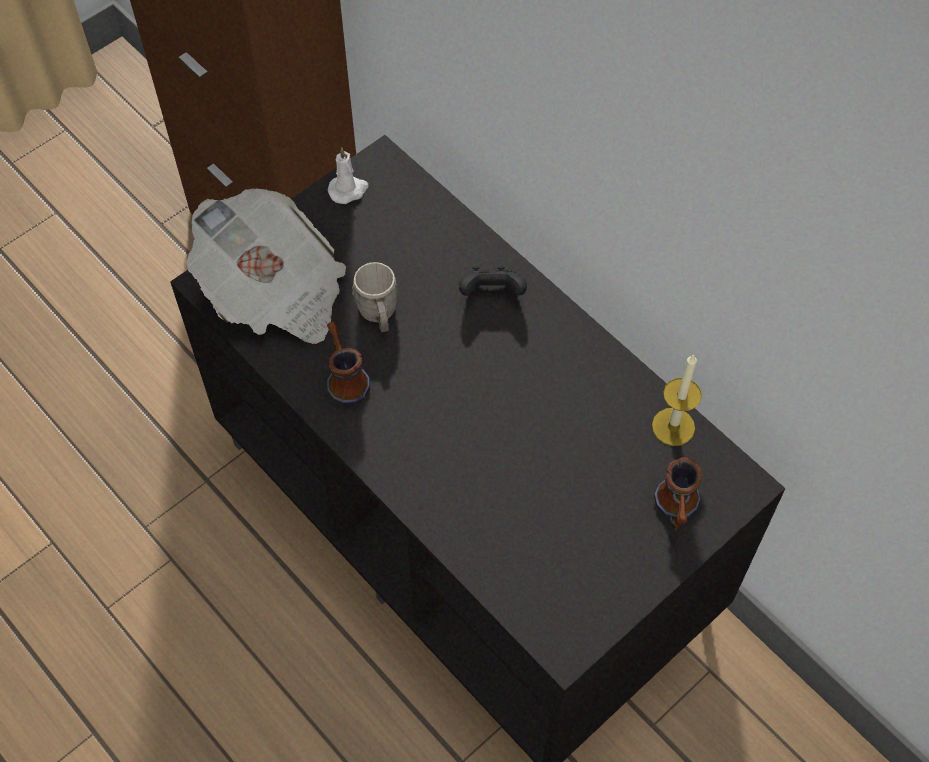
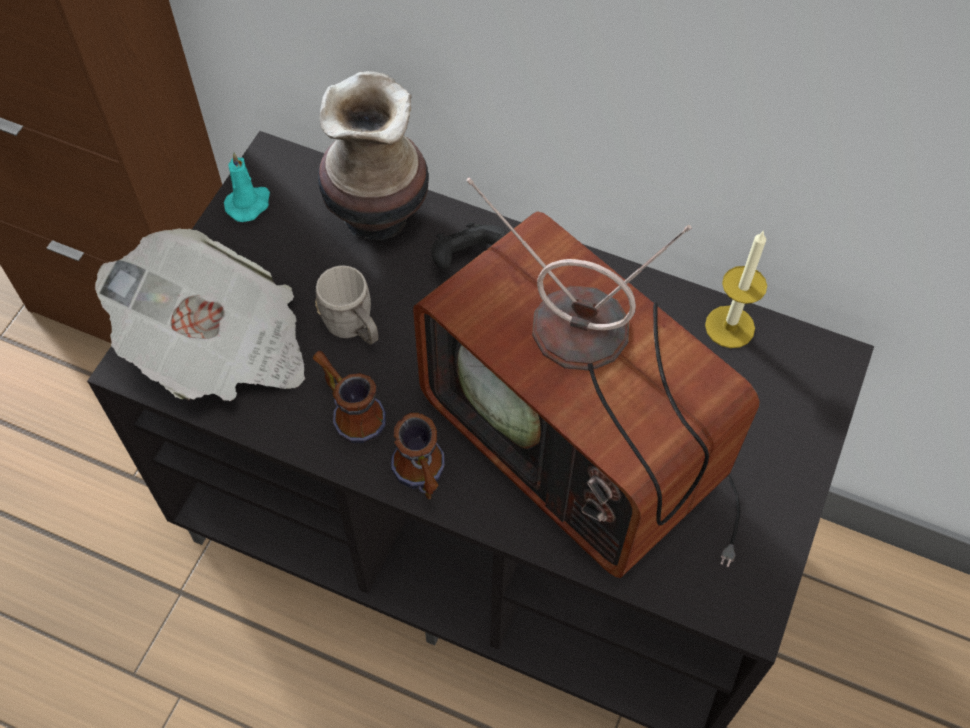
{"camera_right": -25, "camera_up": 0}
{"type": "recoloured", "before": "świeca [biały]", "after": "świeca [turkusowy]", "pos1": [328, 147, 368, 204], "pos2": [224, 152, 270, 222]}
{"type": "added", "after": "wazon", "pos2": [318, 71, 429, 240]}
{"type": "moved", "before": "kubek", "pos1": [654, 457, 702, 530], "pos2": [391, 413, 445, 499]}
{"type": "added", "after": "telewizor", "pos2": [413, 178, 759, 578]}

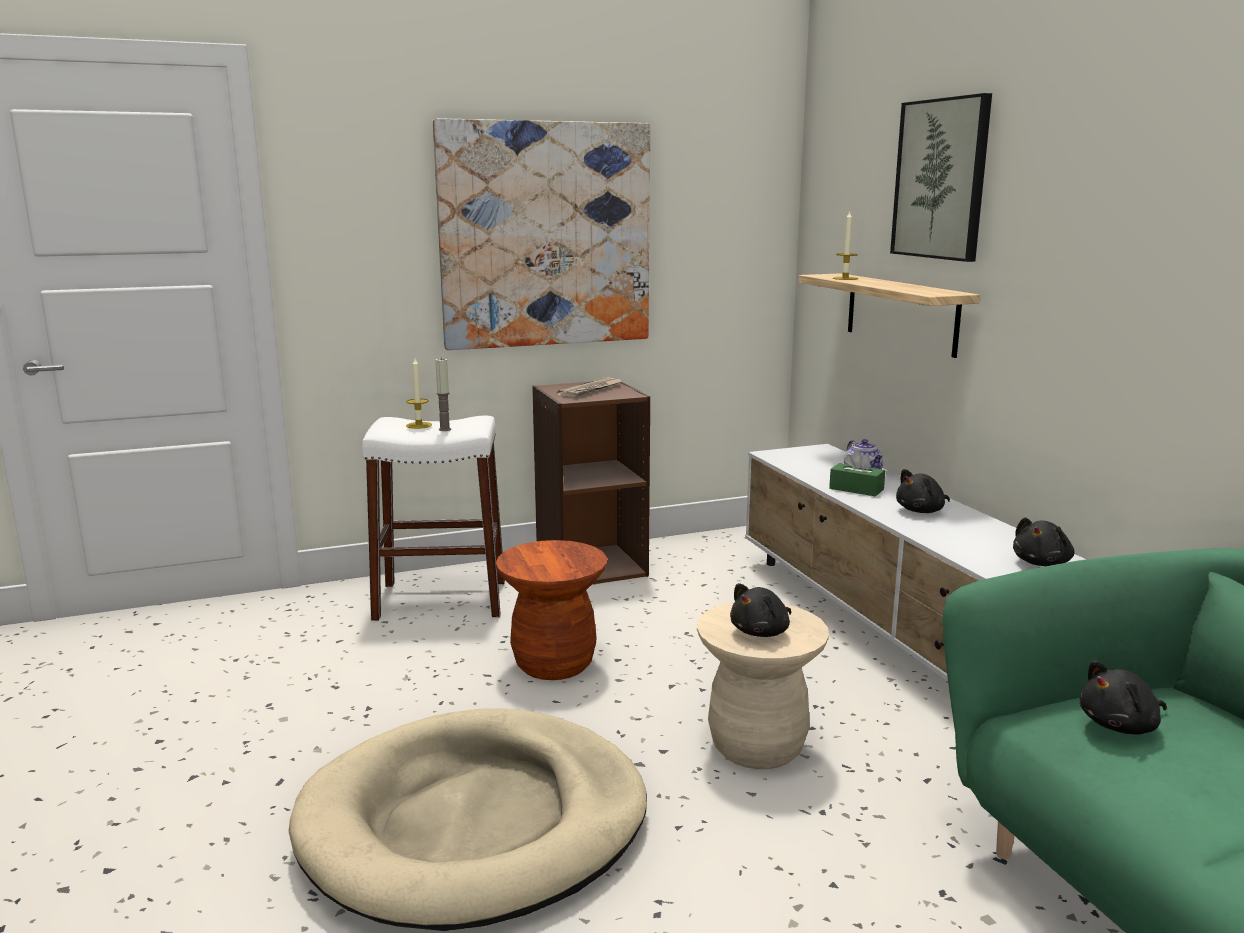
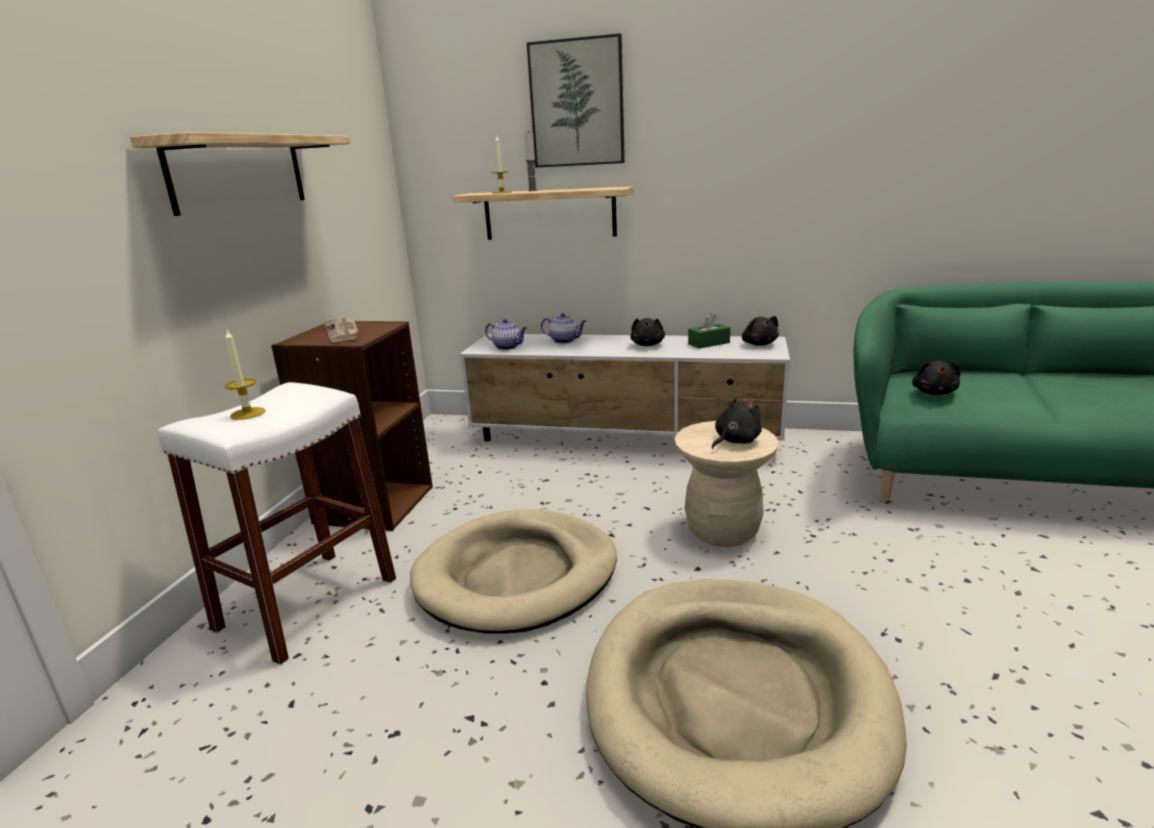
{"camera_right": -55, "camera_up": 5}
{"type": "replaced", "before": "obraz", "after": "półka", "pos1": [433, 118, 650, 350], "pos2": [130, 132, 350, 216]}
{"type": "replaced", "before": "stołek [brązowy]", "after": "legowisko [beżowy]", "pos1": [496, 540, 607, 680], "pos2": [410, 509, 617, 634]}
{"type": "added", "after": "imbryk", "pos2": [485, 319, 527, 350]}
{"type": "moved", "before": "świeca", "pos1": [435, 358, 451, 431], "pos2": [524, 131, 537, 191]}
{"type": "moved", "before": "pudełko chusteczek [zielony]", "pos1": [829, 450, 886, 496], "pos2": [688, 313, 730, 349]}
{"type": "turned", "before": "pluszak [czarny]", "pos1": [730, 583, 791, 637], "pos2": [712, 398, 762, 449], "turn": -120}

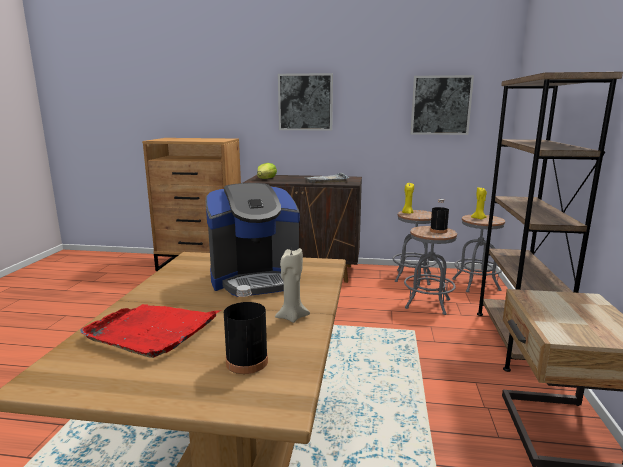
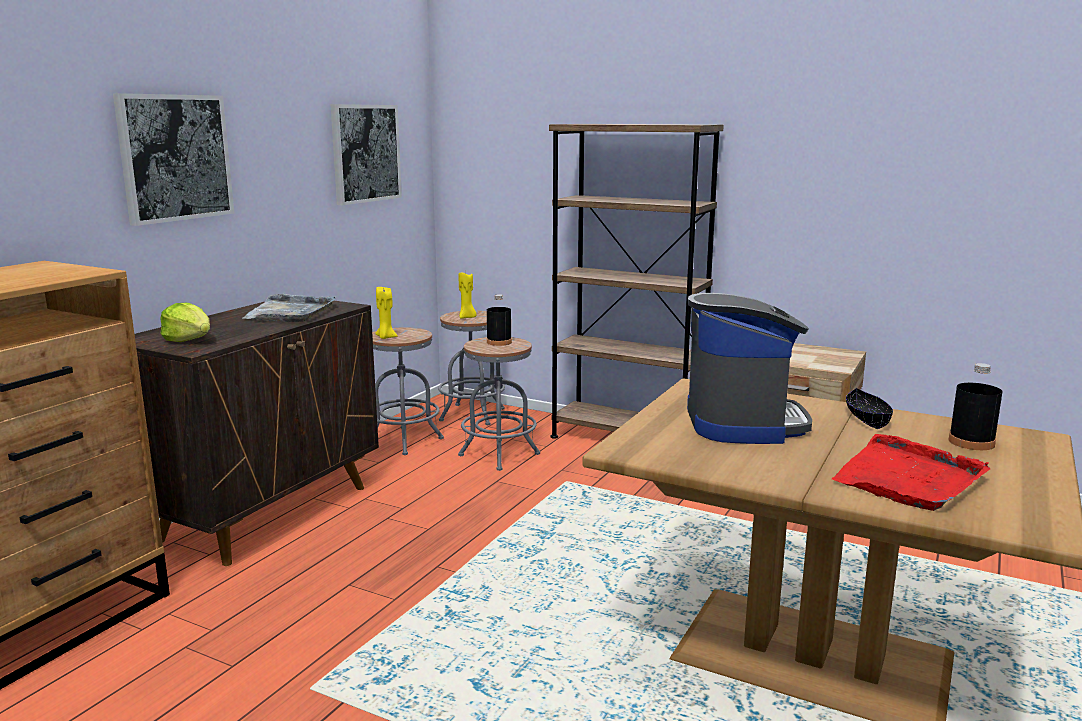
{"camera_right": -70, "camera_up": 0}
{"type": "replaced", "before": "świeca [beżowy]", "after": "miska [czarny]", "pos1": [275, 248, 310, 323], "pos2": [846, 388, 893, 429]}

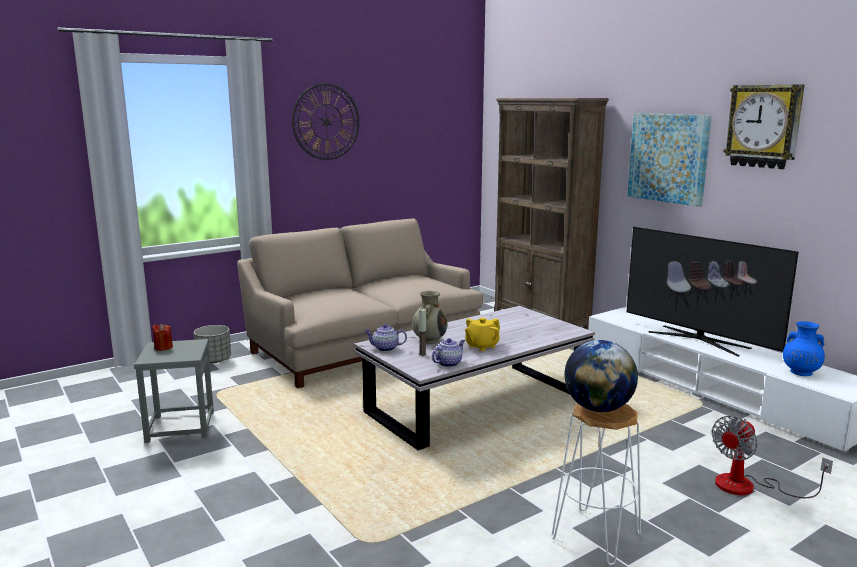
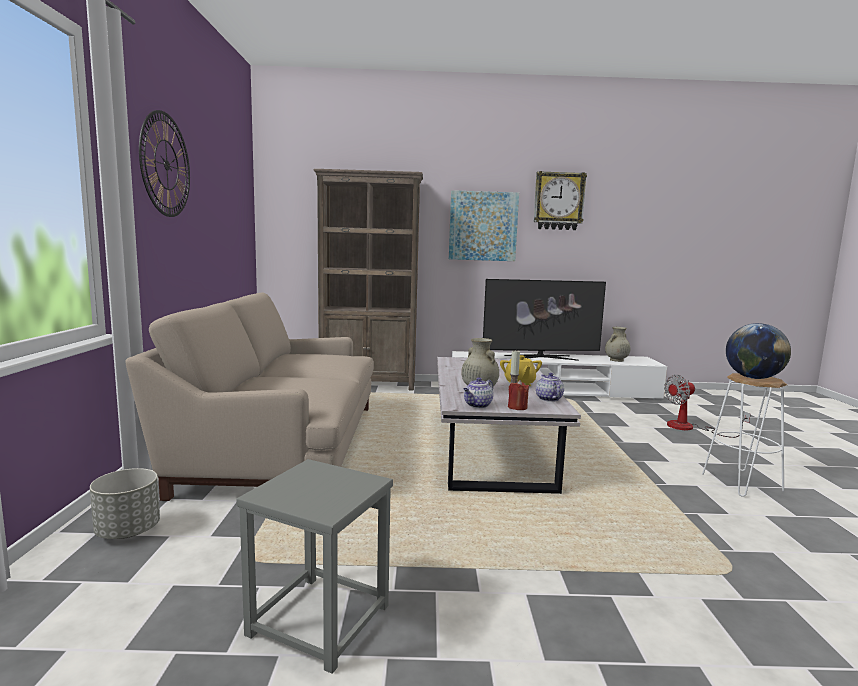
{"camera_right": -55, "camera_up": -5}
{"type": "moved", "before": "świeca [czerwony]", "pos1": [152, 324, 173, 351], "pos2": [508, 380, 529, 410]}
{"type": "recoloured", "before": "wazon [niebieski]", "after": "wazon [beżowy]", "pos1": [783, 321, 825, 376], "pos2": [605, 327, 631, 362]}
{"type": "turned", "before": "wentylator", "pos1": [712, 416, 833, 498], "pos2": [664, 375, 750, 438], "turn": 75}

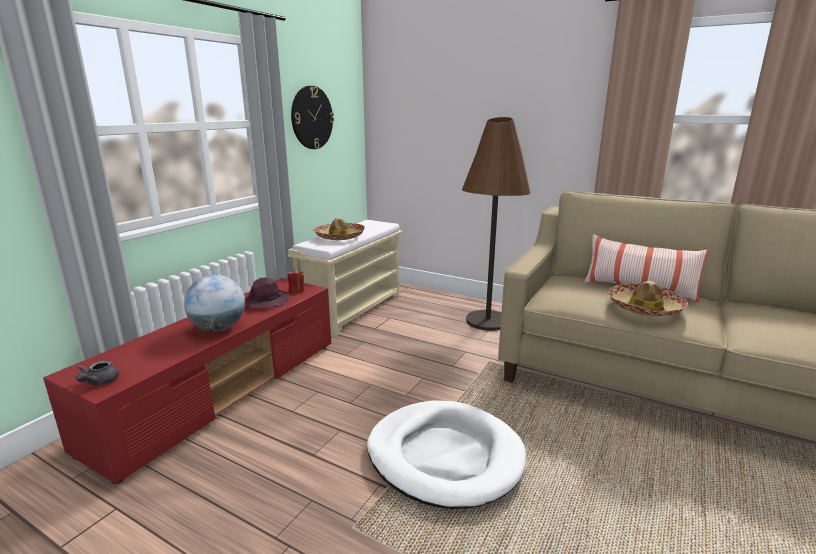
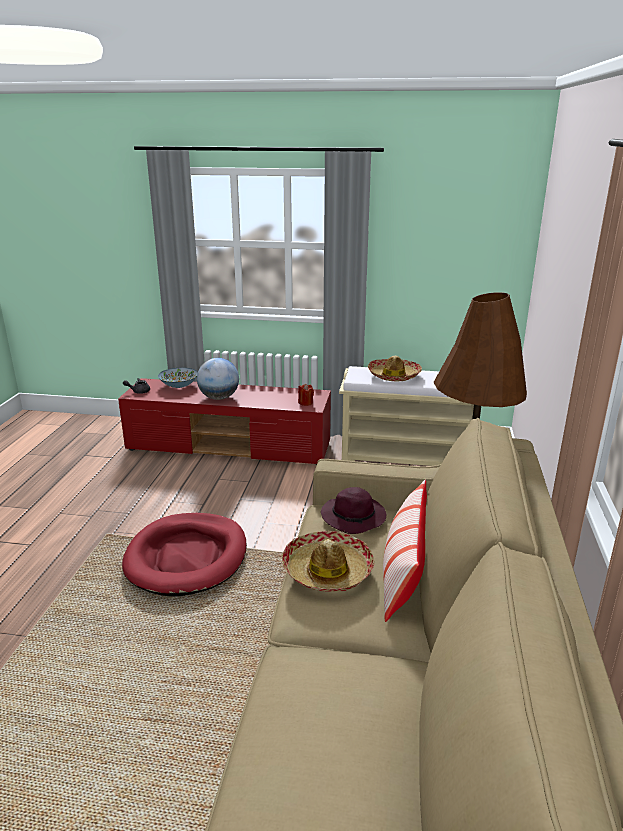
{"camera_right": 70, "camera_up": 5}
{"type": "recoloured", "before": "legowisko [biały]", "after": "legowisko [czerwony]", "pos1": [367, 400, 526, 509], "pos2": [122, 513, 247, 597]}
{"type": "added", "after": "miska", "pos2": [158, 368, 198, 388]}
{"type": "moved", "before": "kapelusz [fioletowy]", "pos1": [245, 278, 290, 308], "pos2": [321, 487, 386, 534]}
{"type": "removed", "before": "zegar ścienny", "pos1": [291, 86, 334, 149]}

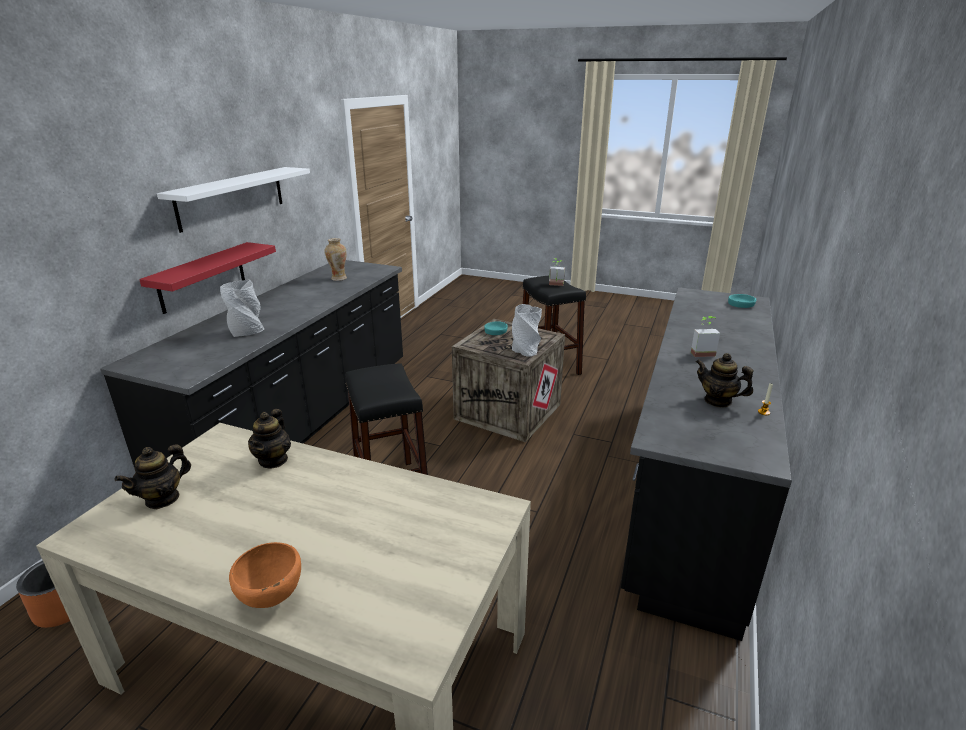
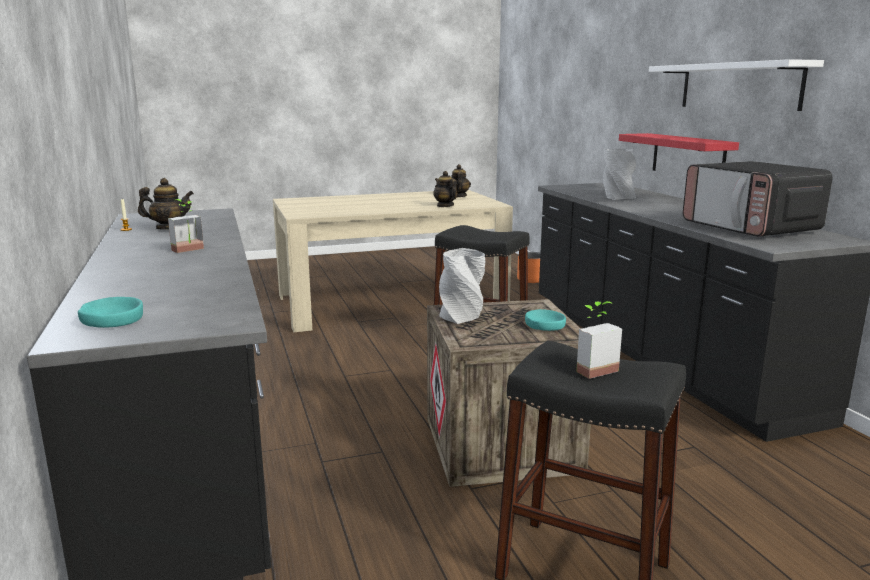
{"camera_right": 140, "camera_up": -10}
{"type": "replaced", "before": "wazon", "after": "mikrofalówka", "pos1": [324, 238, 347, 281], "pos2": [683, 161, 833, 237]}
{"type": "removed", "before": "miska [pomarańczowy]", "pos1": [229, 542, 301, 608]}

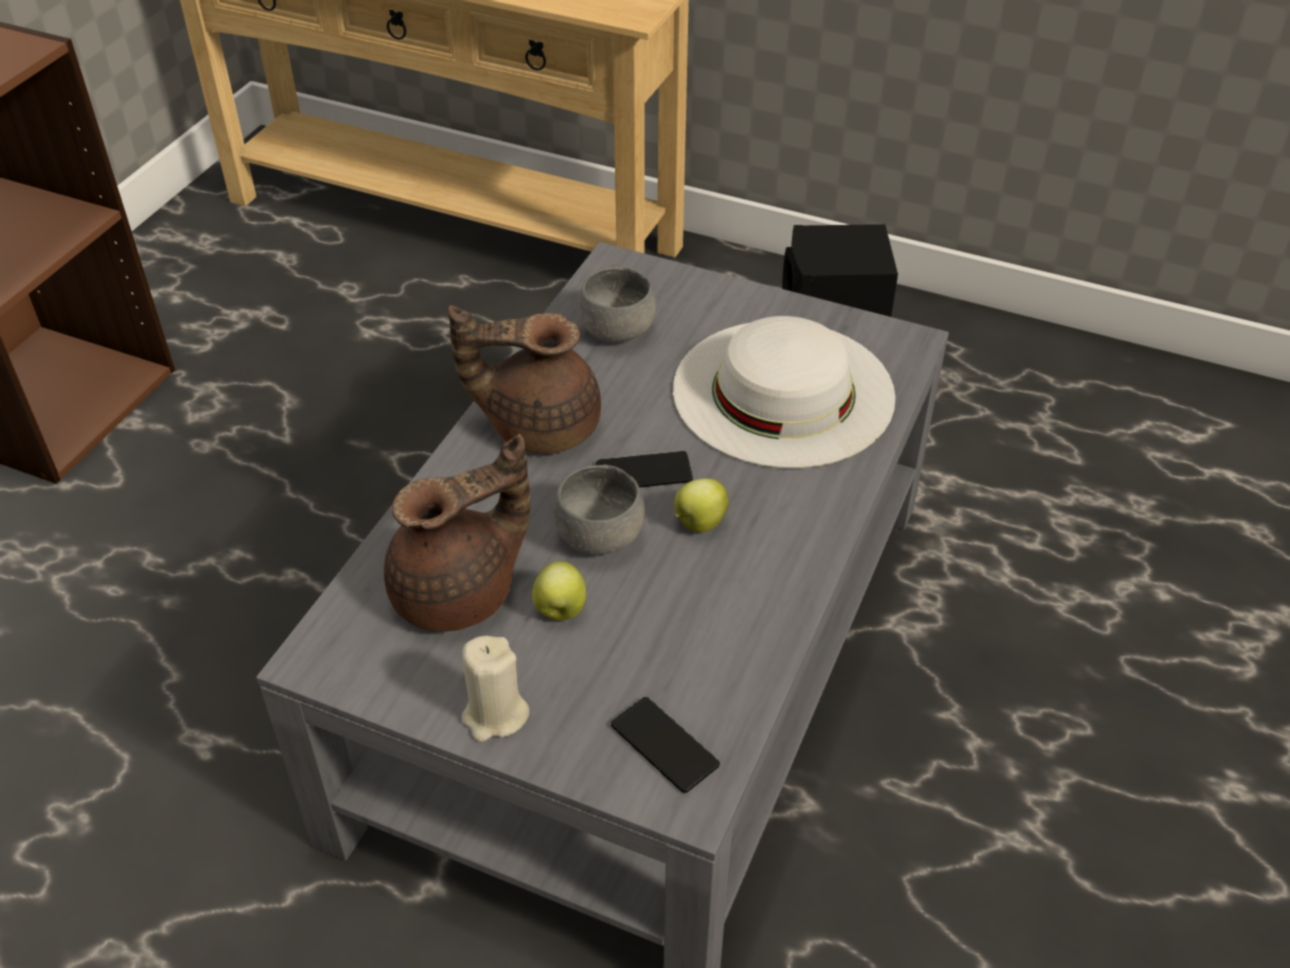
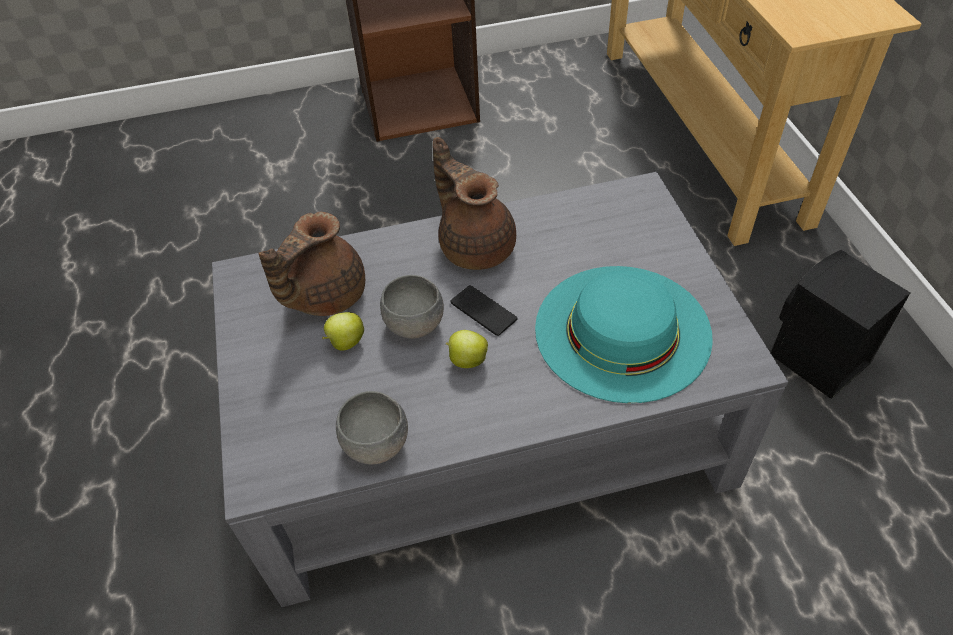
{"camera_right": 55, "camera_up": 5}
{"type": "turned", "before": "imbryk [brązowy]", "pos1": [384, 434, 531, 632], "pos2": [258, 212, 365, 316], "turn": 105}
{"type": "moved", "before": "miska [szary]", "pos1": [578, 266, 656, 342], "pos2": [336, 391, 408, 465]}
{"type": "recoloured", "before": "kapelusz [biały]", "after": "kapelusz [turkusowy]", "pos1": [673, 316, 895, 468], "pos2": [535, 266, 713, 403]}
{"type": "removed", "before": "świeca [beżowy]", "pos1": [461, 636, 529, 742]}
{"type": "removed", "before": "telefon", "pos1": [611, 697, 720, 793]}

